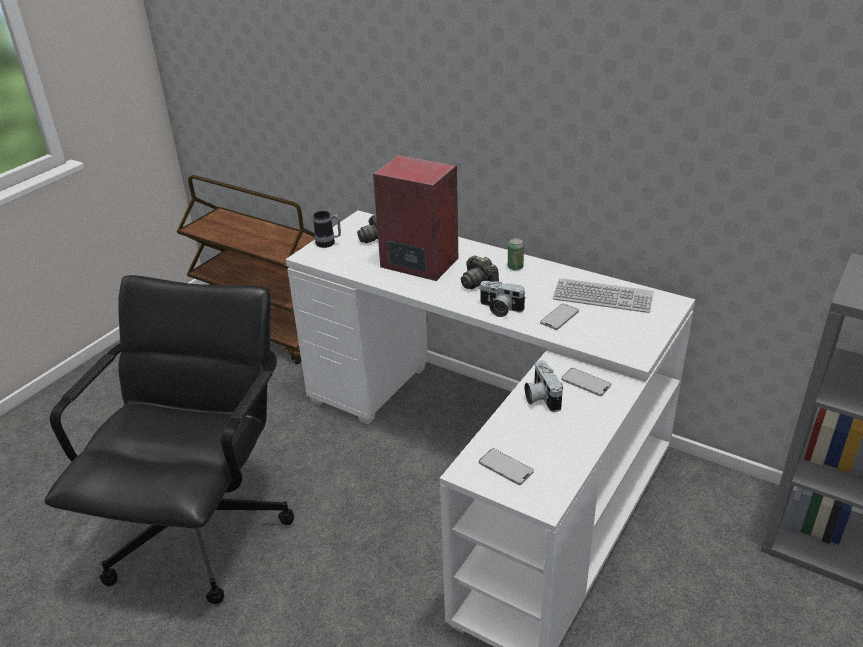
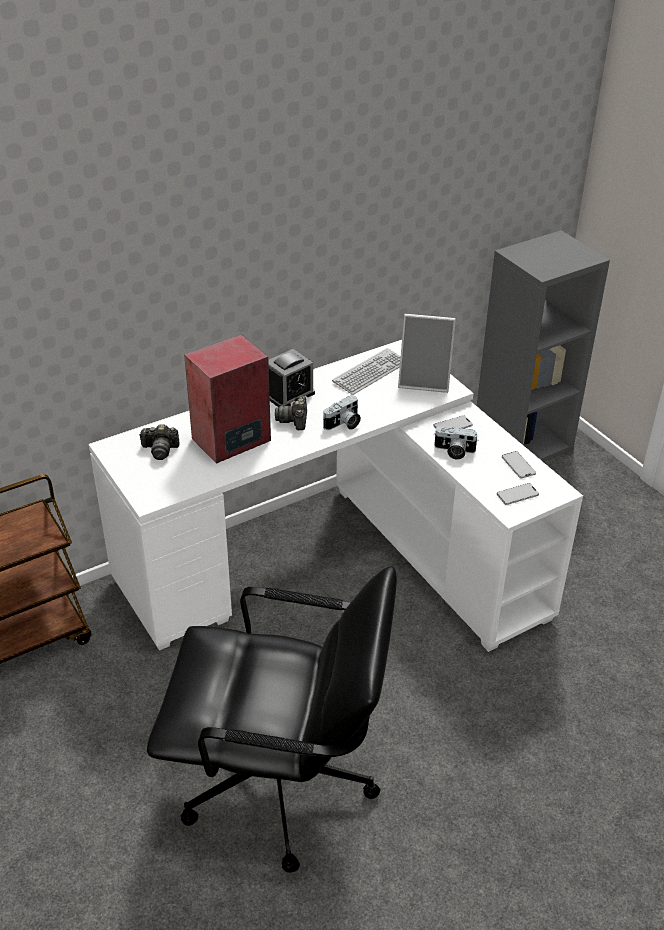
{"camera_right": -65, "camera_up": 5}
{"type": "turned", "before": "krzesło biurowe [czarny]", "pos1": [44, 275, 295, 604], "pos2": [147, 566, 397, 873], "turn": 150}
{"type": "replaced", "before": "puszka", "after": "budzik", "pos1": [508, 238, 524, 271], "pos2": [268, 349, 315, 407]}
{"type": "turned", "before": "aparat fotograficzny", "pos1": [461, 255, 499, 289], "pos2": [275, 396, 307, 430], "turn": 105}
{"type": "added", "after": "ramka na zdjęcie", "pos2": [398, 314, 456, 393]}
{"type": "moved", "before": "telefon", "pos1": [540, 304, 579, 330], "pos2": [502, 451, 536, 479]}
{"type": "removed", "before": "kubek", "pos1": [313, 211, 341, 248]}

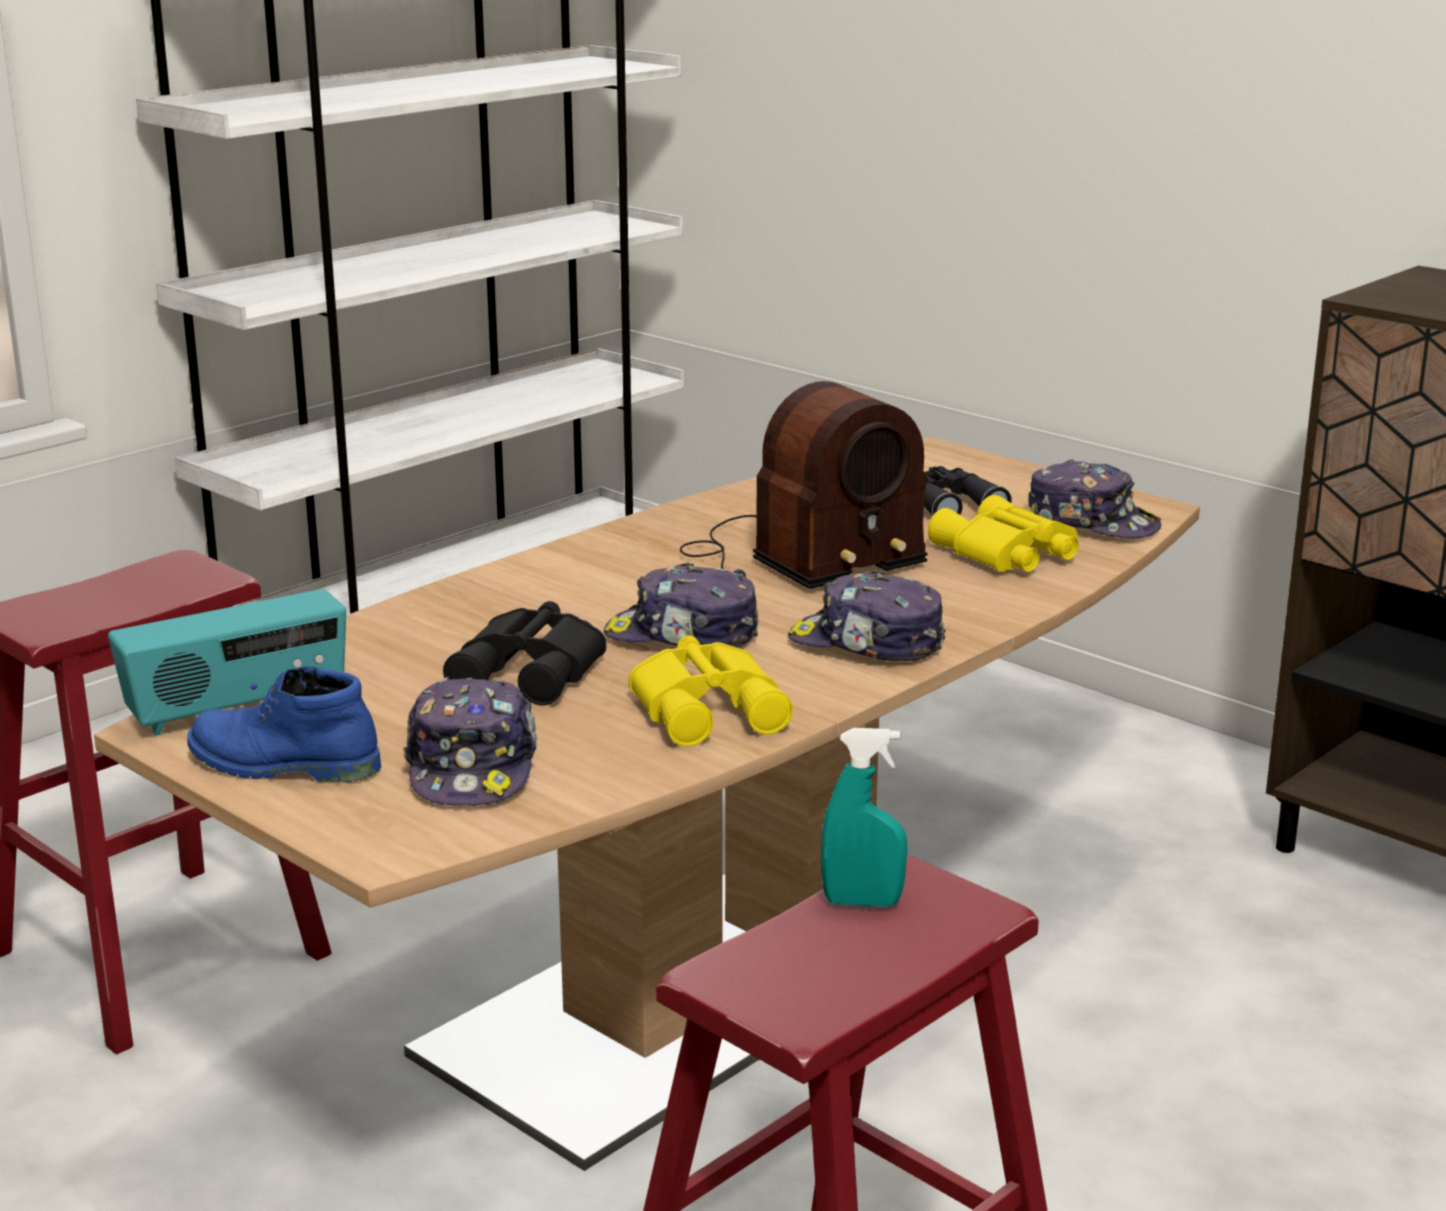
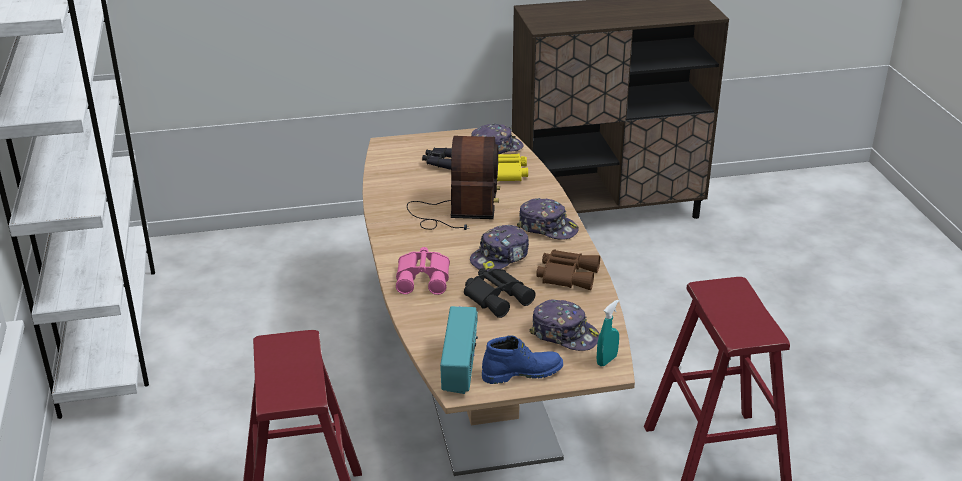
{"camera_right": -55, "camera_up": 10}
{"type": "added", "after": "lornetka [różowy]", "pos2": [396, 247, 450, 295]}
{"type": "turned", "before": "but z cholewką [niebieski]", "pos1": [188, 666, 381, 783], "pos2": [482, 335, 563, 384], "turn": -150}
{"type": "turned", "before": "czapka z daszkiem", "pos1": [788, 570, 946, 661], "pos2": [517, 198, 579, 240], "turn": -120}
{"type": "recoloured", "before": "lornetka [żółty]", "after": "lornetka [brązowy]", "pos1": [629, 635, 793, 747], "pos2": [536, 250, 600, 290]}
{"type": "moved", "before": "spryskiwacz [turkusowy]", "pos1": [821, 728, 908, 907], "pos2": [597, 299, 619, 366]}

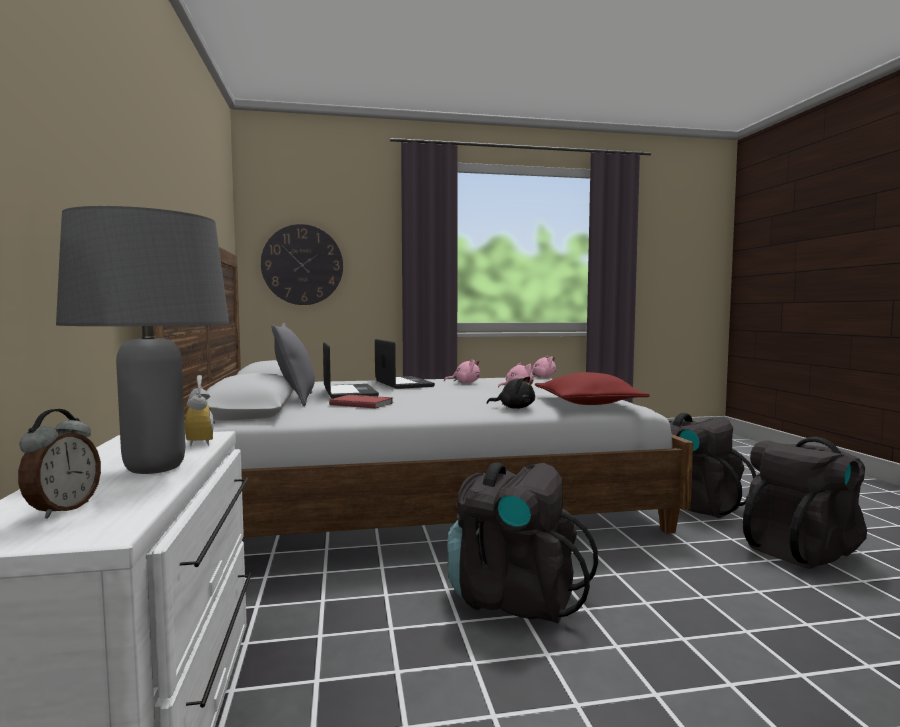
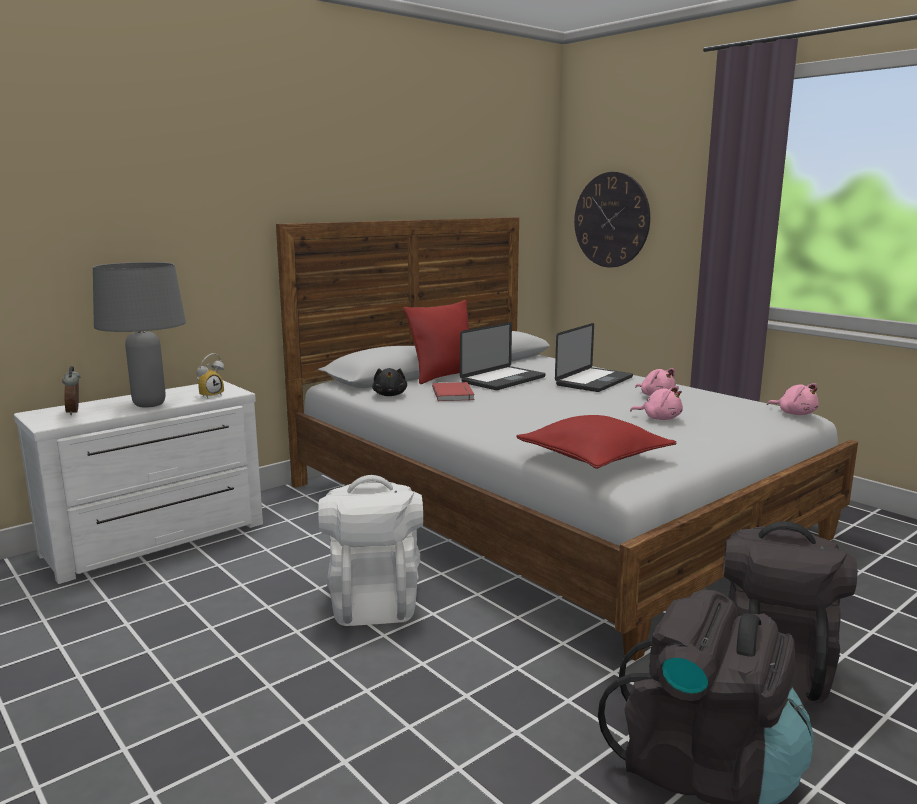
{"camera_right": 60, "camera_up": 10}
{"type": "turned", "before": "budzik", "pos1": [18, 409, 101, 519], "pos2": [62, 366, 81, 415], "turn": 90}
{"type": "recoloured", "before": "plecak [czarny]", "after": "plecak [biały]", "pos1": [447, 462, 598, 623], "pos2": [318, 475, 423, 626]}
{"type": "moved", "before": "pluszak [czarny]", "pos1": [487, 376, 535, 409], "pos2": [372, 368, 407, 396]}
{"type": "recoloured", "before": "poduszka [szary]", "after": "poduszka [czerwony]", "pos1": [271, 323, 315, 406], "pos2": [404, 300, 469, 384]}

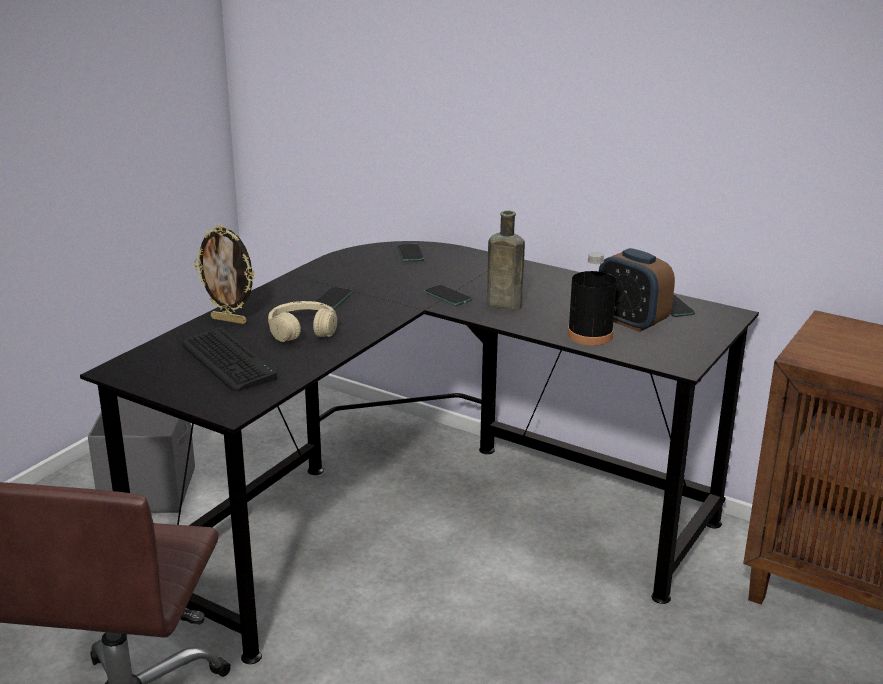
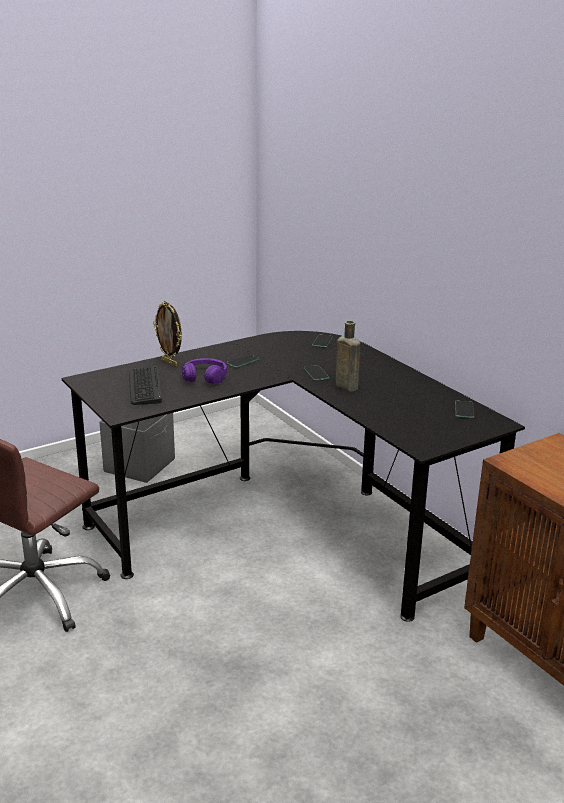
{"camera_right": 25, "camera_up": 0}
{"type": "recoloured", "before": "słuchawki [beżowy]", "after": "słuchawki [fioletowy]", "pos1": [268, 301, 337, 342], "pos2": [182, 358, 227, 384]}
{"type": "removed", "before": "butelka [czarny]", "pos1": [568, 252, 617, 345]}
{"type": "removed", "before": "budzik", "pos1": [599, 248, 675, 332]}

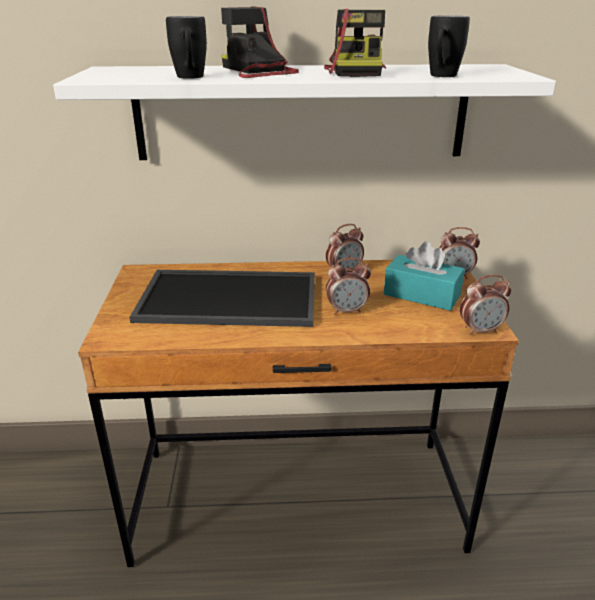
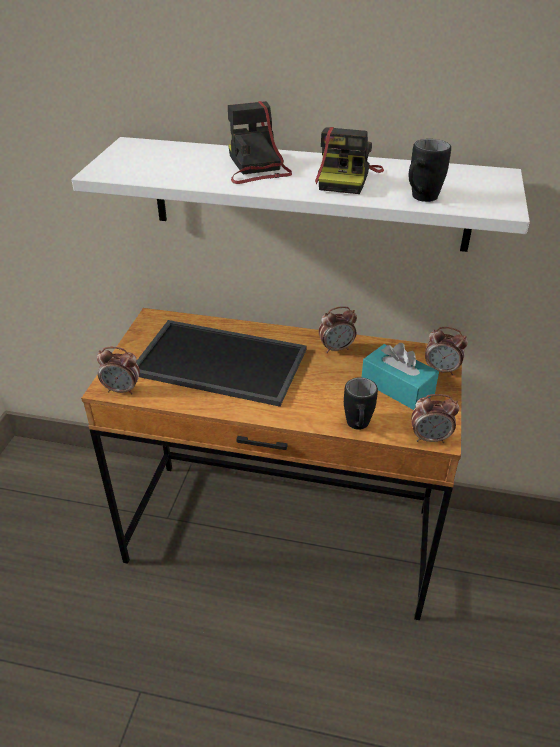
{"camera_right": 15, "camera_up": 10}
{"type": "moved", "before": "budzik", "pos1": [326, 258, 371, 315], "pos2": [97, 347, 140, 394]}
{"type": "moved", "before": "kubek [czarny]", "pos1": [166, 16, 207, 79], "pos2": [344, 377, 378, 430]}

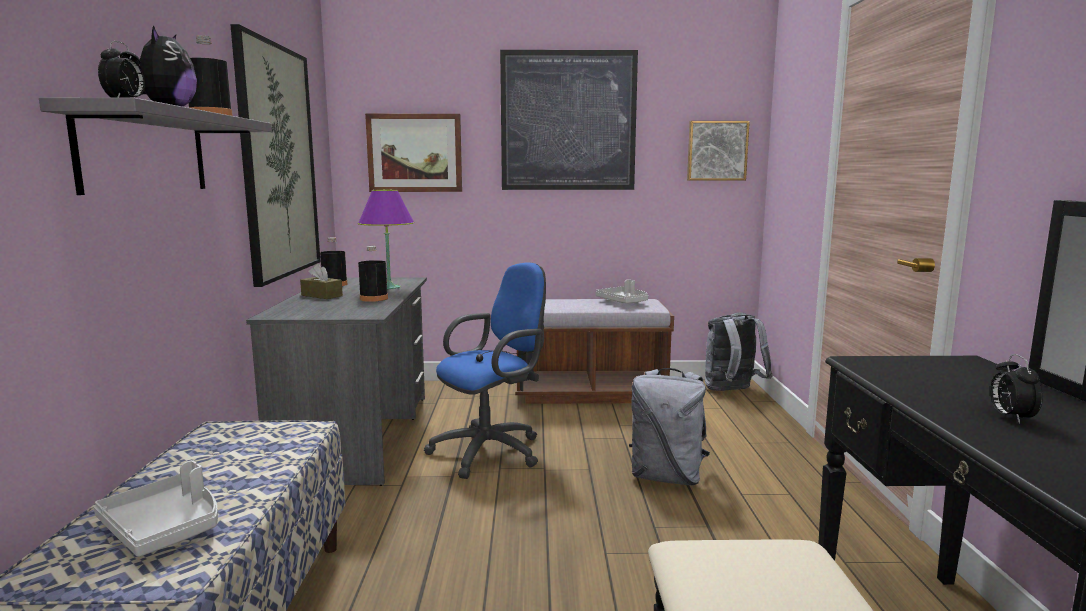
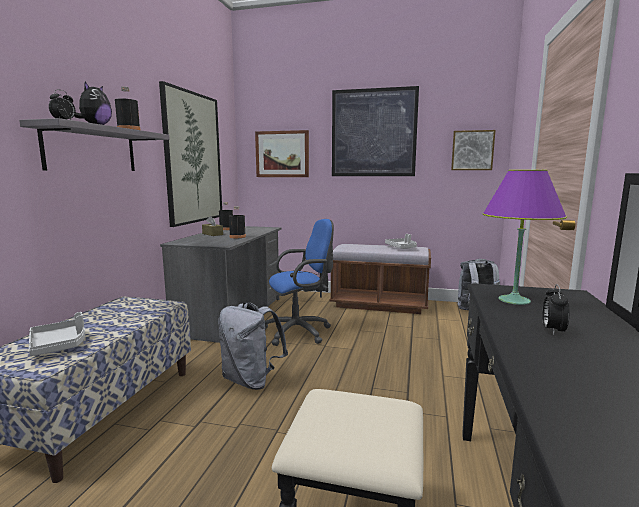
{"camera_right": 15, "camera_up": 0}
{"type": "moved", "before": "plecak [szary]", "pos1": [629, 368, 710, 485], "pos2": [218, 302, 288, 390]}
{"type": "moved", "before": "lampa stołowa [fioletowy]", "pos1": [358, 190, 414, 289], "pos2": [483, 170, 567, 305]}

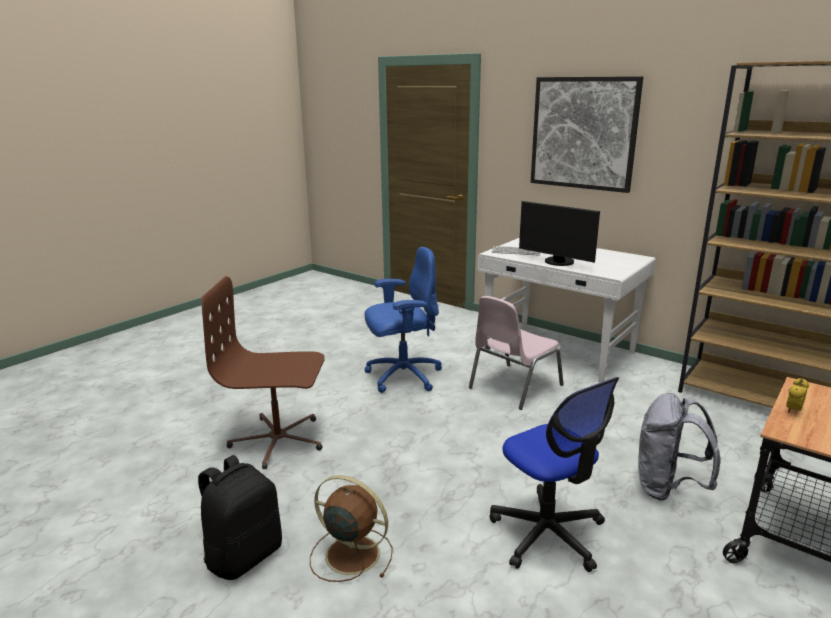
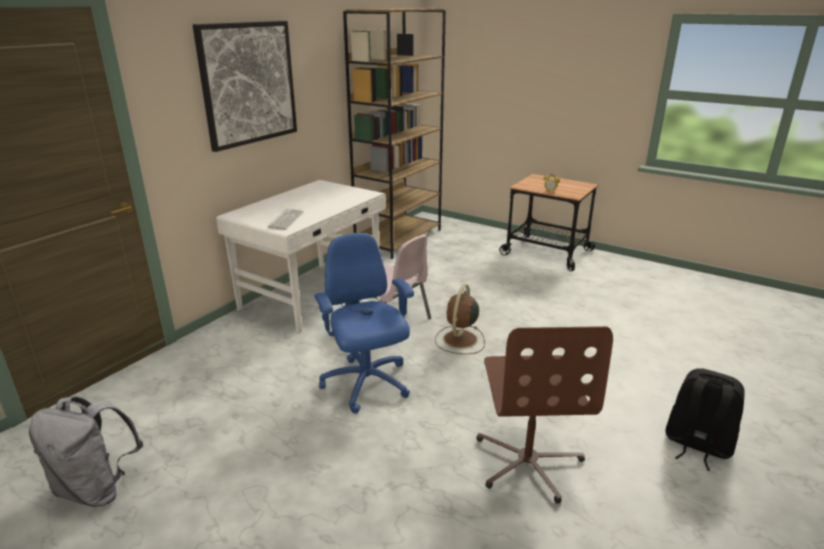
{"camera_right": -95, "camera_up": 5}
{"type": "moved", "before": "plecak [szary]", "pos1": [638, 393, 721, 500], "pos2": [29, 396, 144, 507]}
{"type": "moved", "before": "wentylator [brązowy]", "pos1": [310, 475, 393, 582], "pos2": [435, 284, 485, 354]}
{"type": "removed", "before": "krzesło biurowe", "pos1": [490, 377, 619, 572]}
{"type": "removed", "before": "monitor", "pos1": [519, 201, 600, 266]}

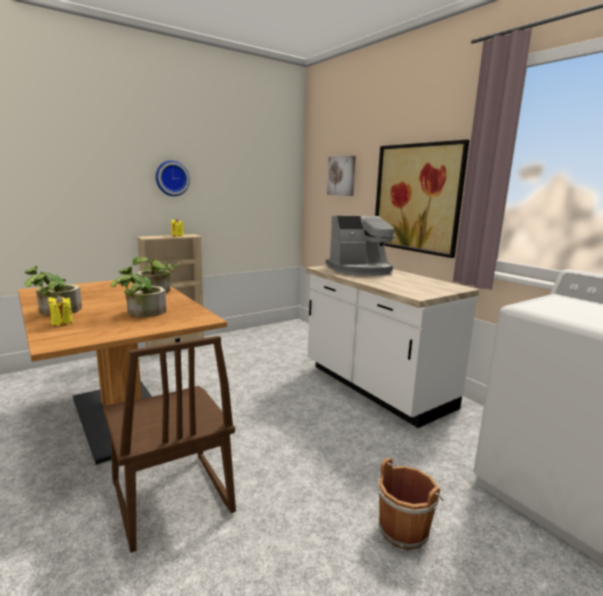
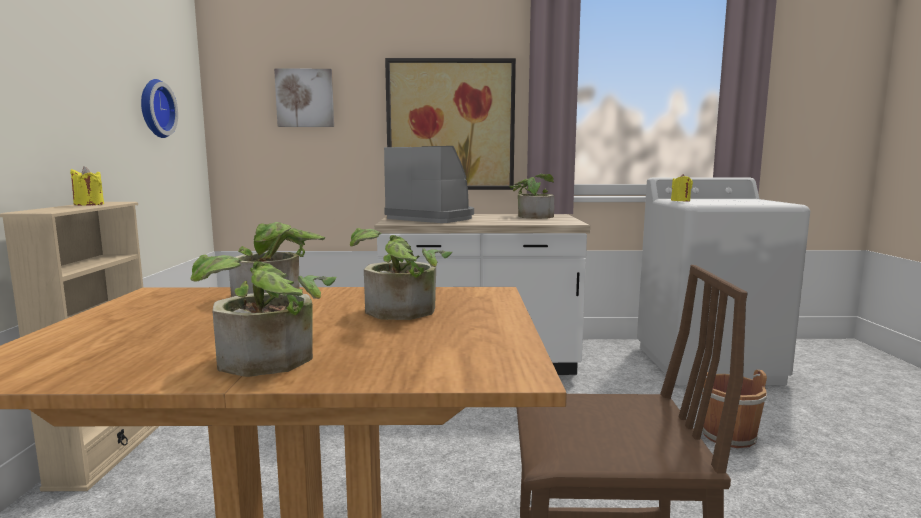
{"camera_right": -55, "camera_up": -5}
{"type": "moved", "before": "zegar ścienny", "pos1": [156, 160, 190, 196], "pos2": [141, 79, 178, 138]}
{"type": "turned", "before": "ekspres do kawy", "pos1": [326, 216, 395, 276], "pos2": [384, 146, 474, 223], "turn": -75}
{"type": "added", "after": "roślina doniczkowa", "pos2": [509, 174, 554, 219]}
{"type": "moved", "before": "świeca [żółty]", "pos1": [48, 295, 73, 326], "pos2": [671, 174, 693, 201]}

